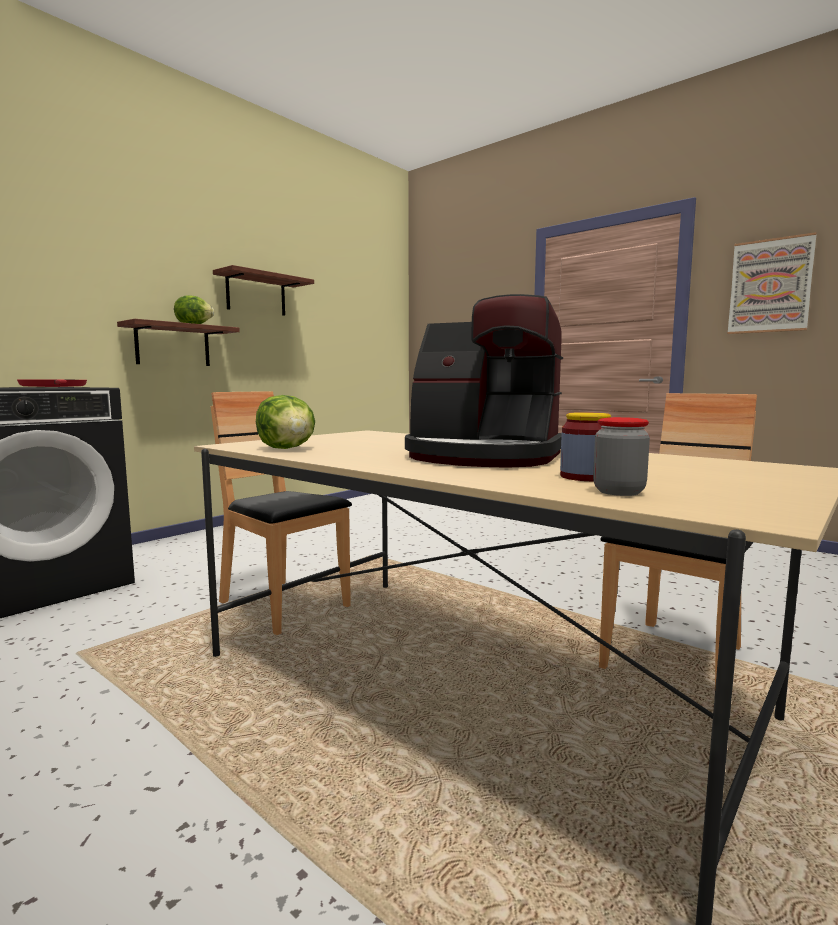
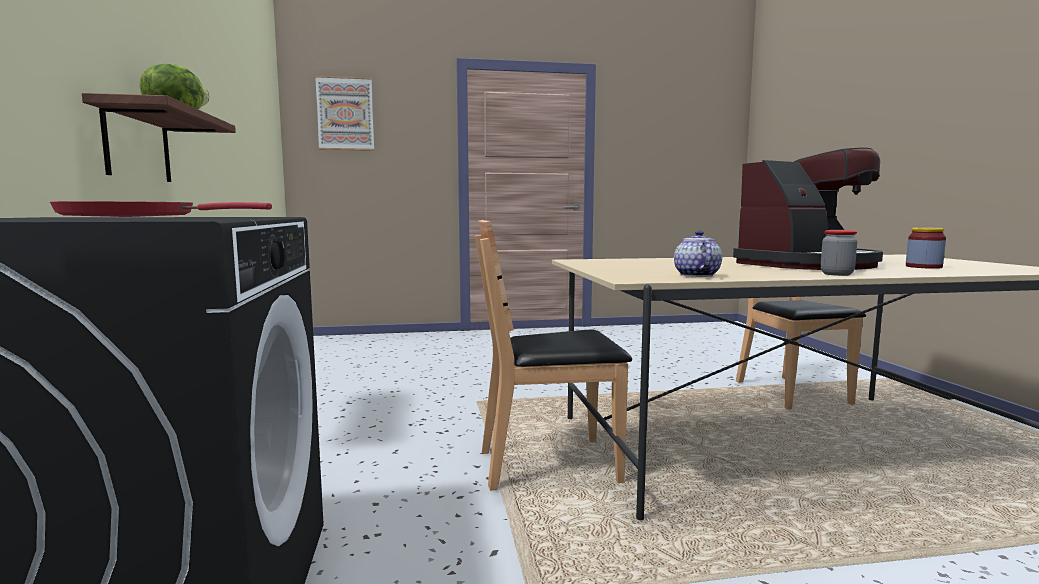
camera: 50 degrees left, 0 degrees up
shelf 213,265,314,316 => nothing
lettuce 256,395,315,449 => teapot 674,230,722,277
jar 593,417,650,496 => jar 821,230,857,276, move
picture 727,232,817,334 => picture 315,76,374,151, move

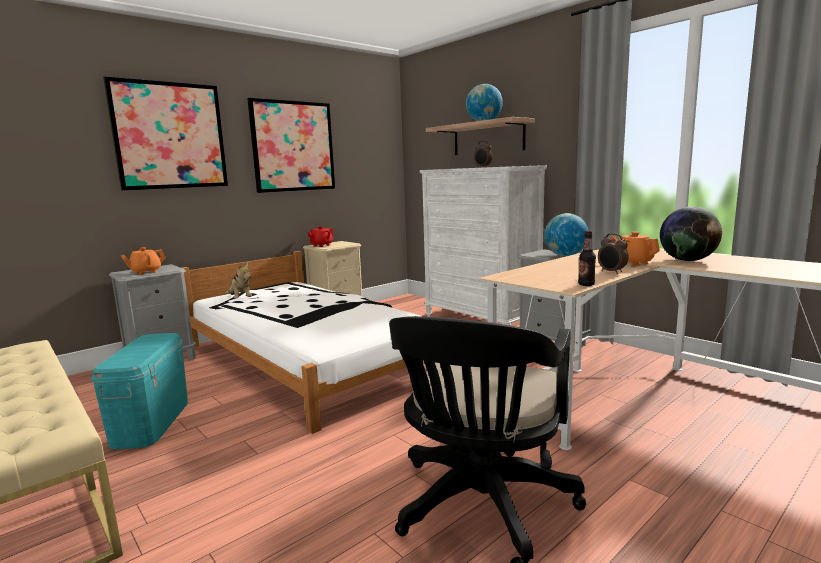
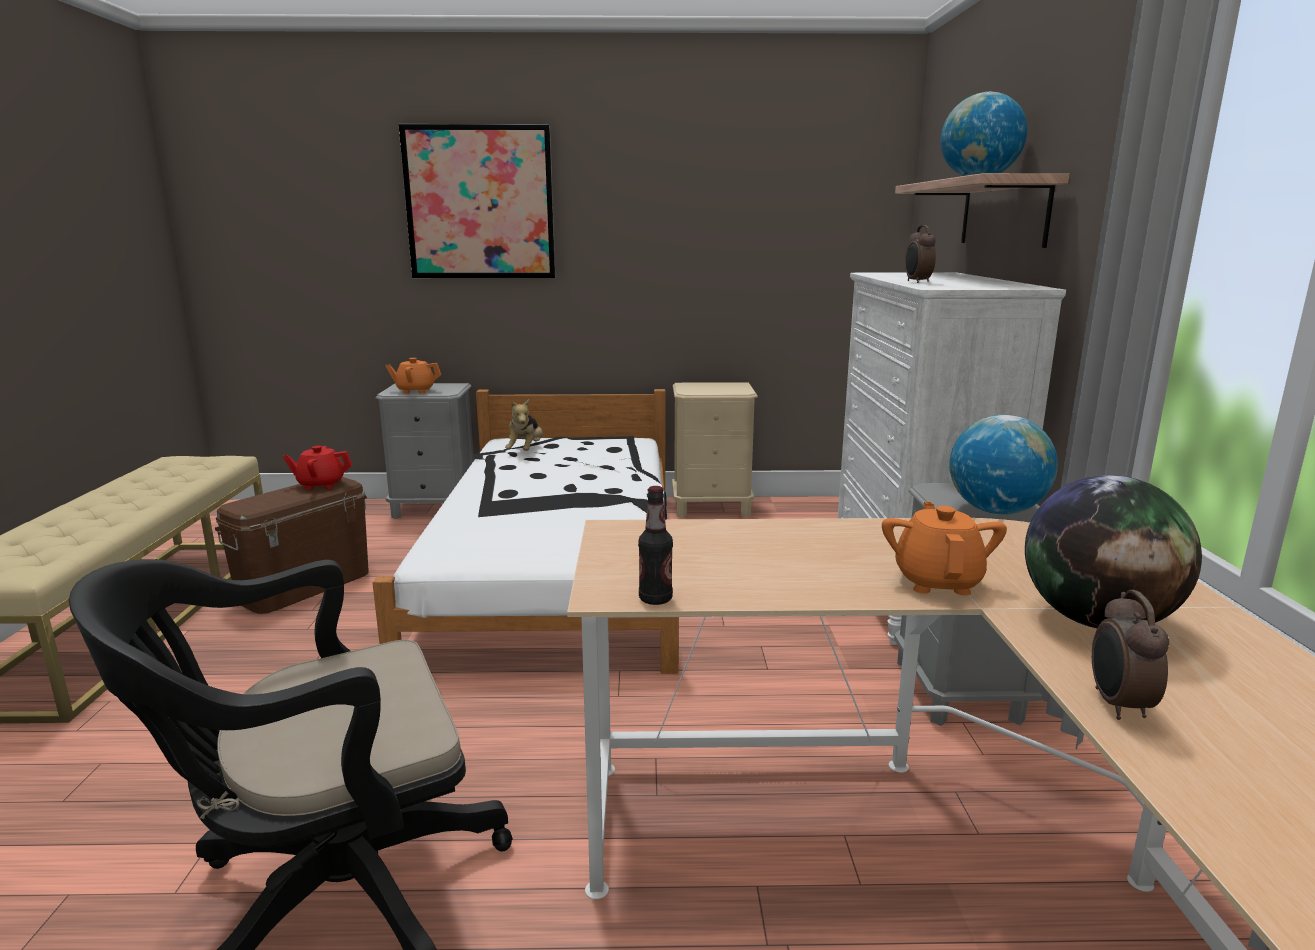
camera: 40 degrees right, 5 degrees up
turquoise storage box 91,333,188,449 => brown storage box 215,477,369,614
picture 247,98,335,193 => nothing
red teapot 308,226,334,247 => red teapot 282,446,353,490, move
alarm clock 598,233,629,274 => alarm clock 1092,590,1169,720, move

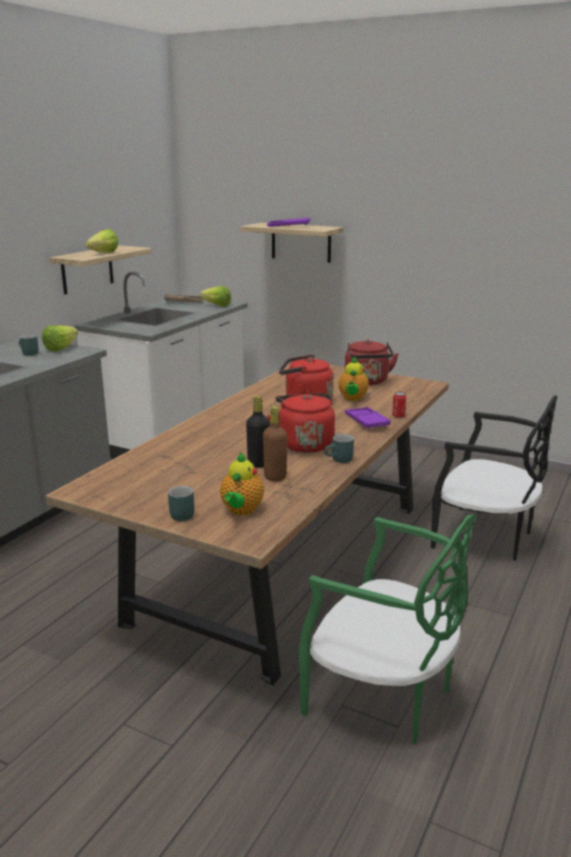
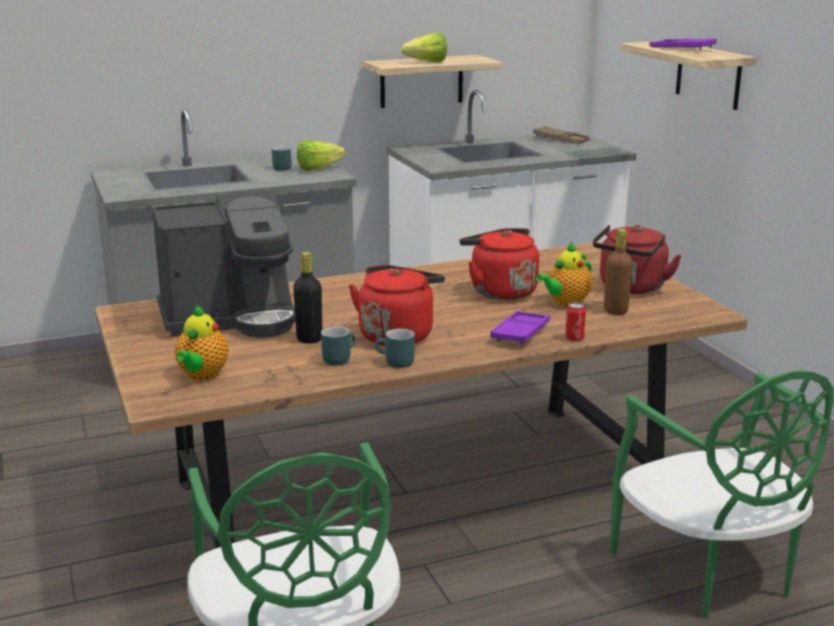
camera: 40 degrees right, 0 degrees up
turquoise mug 168,486,194,521 => turquoise mug 321,326,356,366, move
lettuce 200,286,231,307 => nothing
teapot 220,452,264,515 => teapot 175,305,229,381, 45 degrees counterclockwise
brown bottle 263,406,287,481 => brown bottle 604,229,633,315, move
black chair 431,396,557,561 => green chair 610,369,833,618
nothing => coffee machine 152,190,295,337

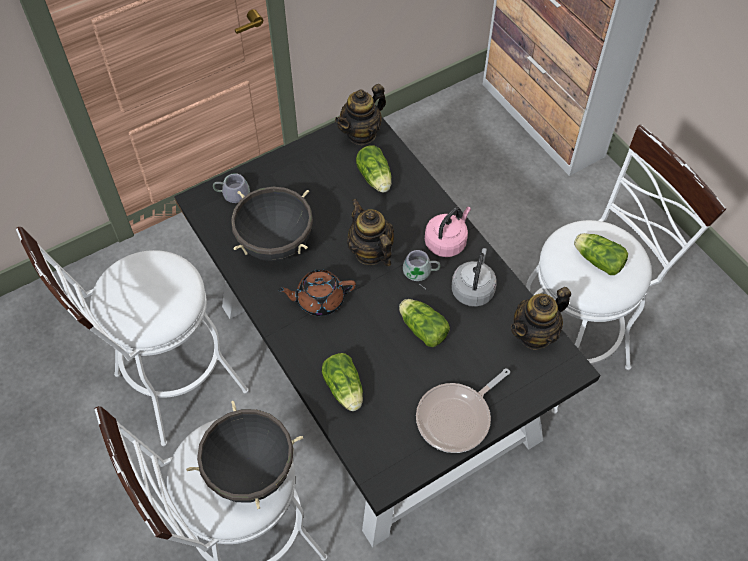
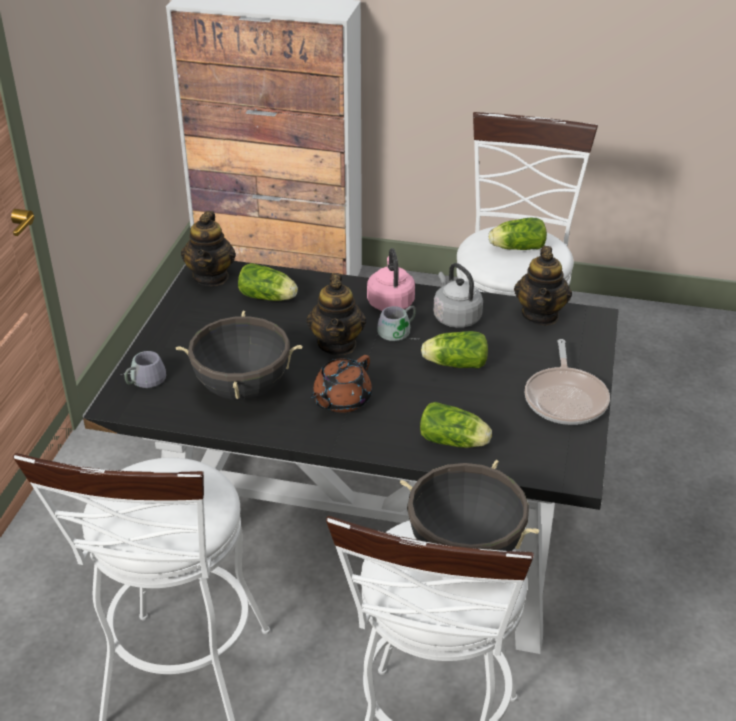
camera: 45 degrees left, 20 degrees down
teapot 347,199,394,266 => teapot 307,273,366,356, 105 degrees counterclockwise

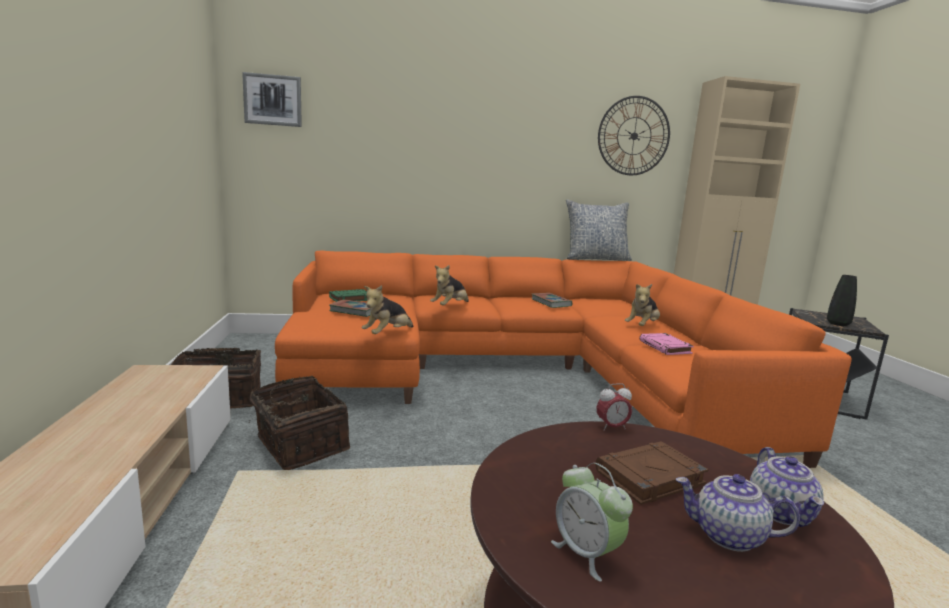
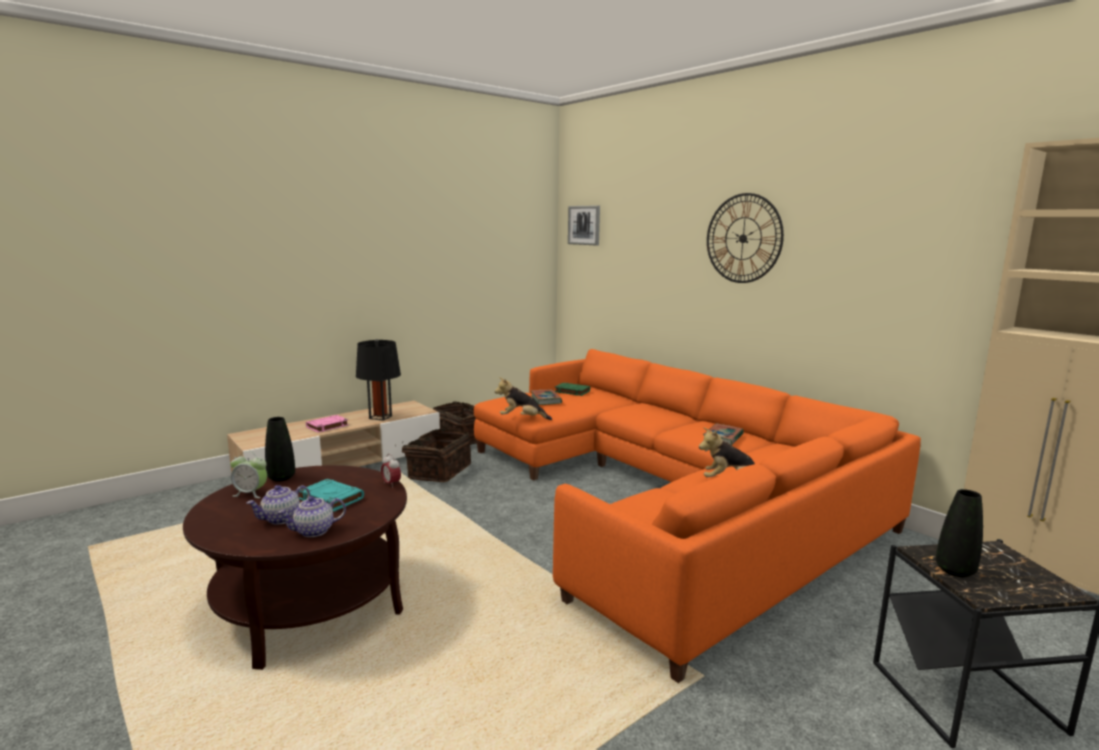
camera: 60 degrees right, 0 degrees up
plush toy 430,265,469,305 => nothing
alarm clock 551,463,633,582 => alarm clock 230,451,267,498, 105 degrees counterclockwise
pillow 566,199,632,261 => nothing
brown book 595,441,709,505 => turquoise book 299,479,364,512
wall clock 598,96,670,175 => wall clock 707,193,784,283, move
pink book 640,333,694,355 => pink book 306,415,349,433, move
teapot 676,474,800,552 => teapot 247,485,310,524, 120 degrees counterclockwise
nothing => black vase 265,417,295,482
nothing => black table lamp 356,339,401,421

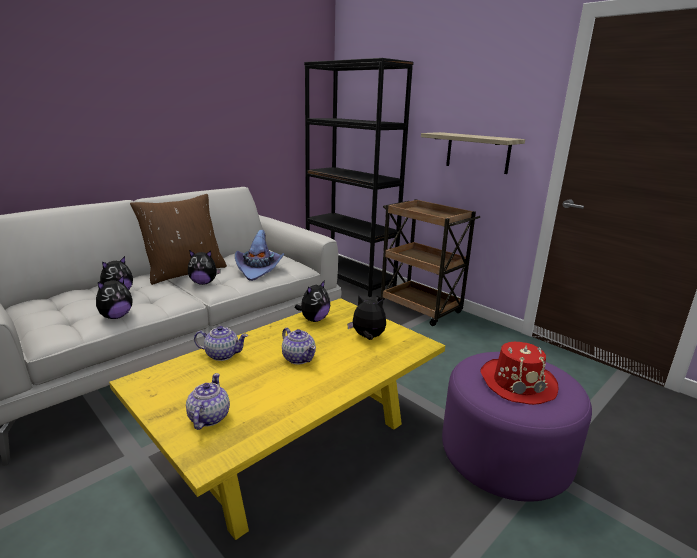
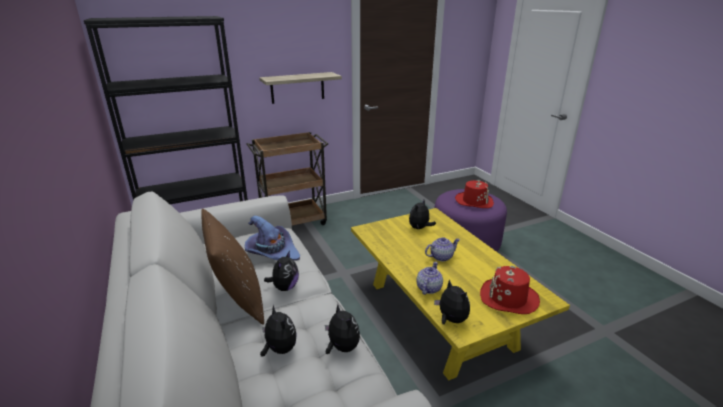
camera: 70 degrees left, 5 degrees up
teapot 186,373,230,430 => red hat 480,265,540,314
plush toy 295,280,330,322 => plush toy 434,279,470,324, move

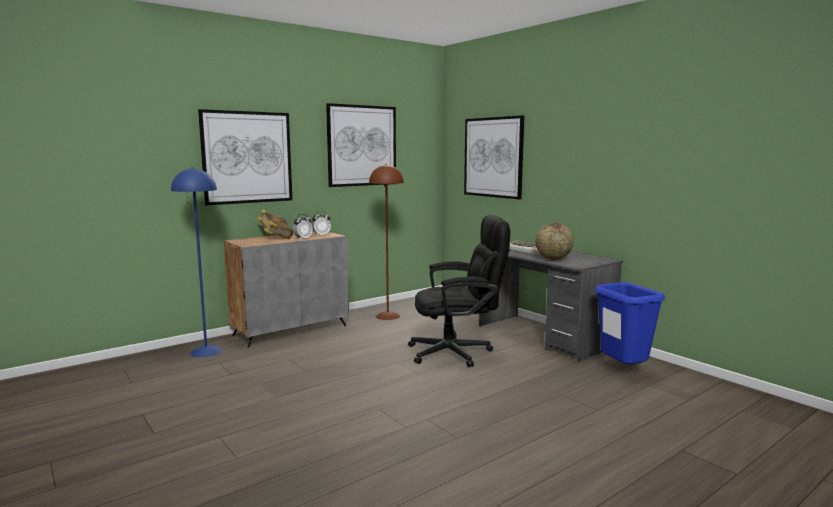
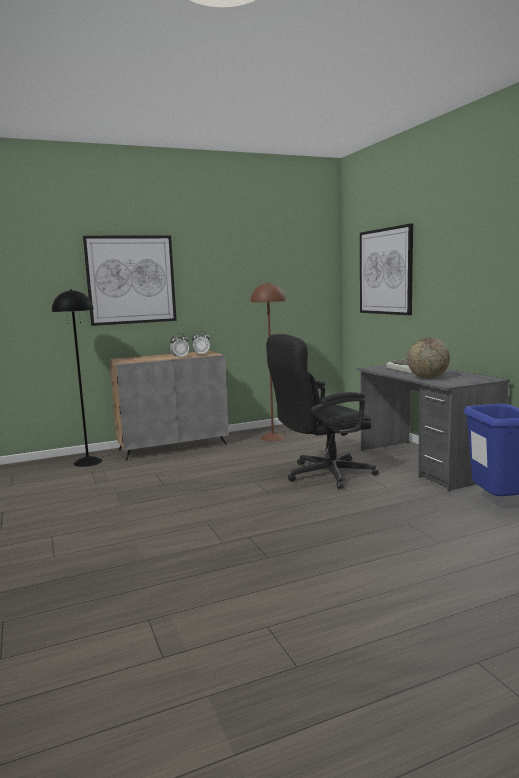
camera: 15 degrees right, 0 degrees up
blue floor lamp 171,167,222,357 => black floor lamp 52,289,102,467
book 257,209,293,239 => nothing
picture 326,103,396,187 => nothing
black office chair 408,215,510,367 => black office chair 266,334,379,489, 150 degrees clockwise

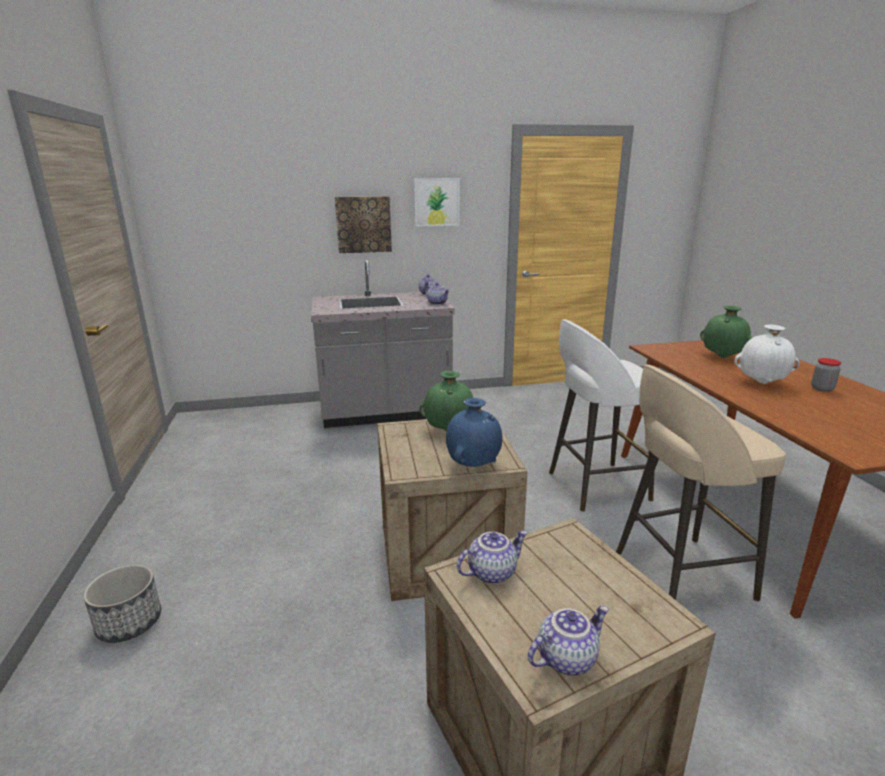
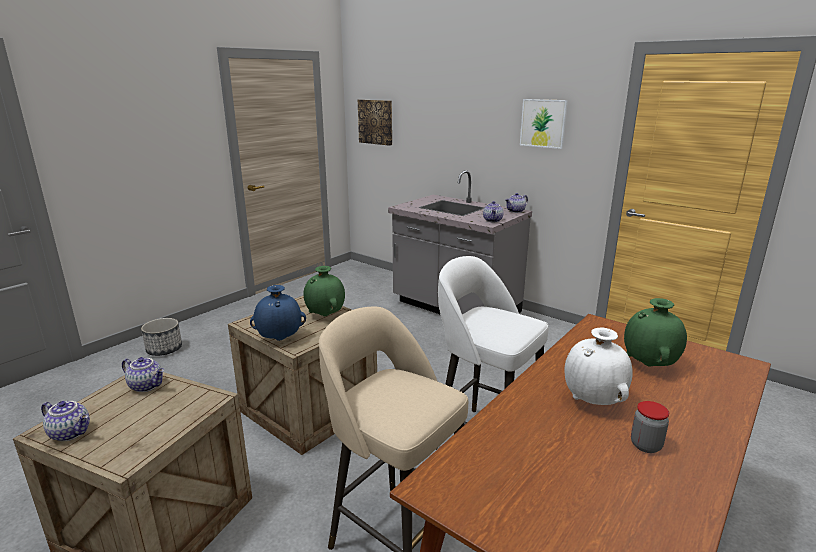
camera: 50 degrees right, 0 degrees up
picture 335,196,392,253 => picture 358,99,392,146, move

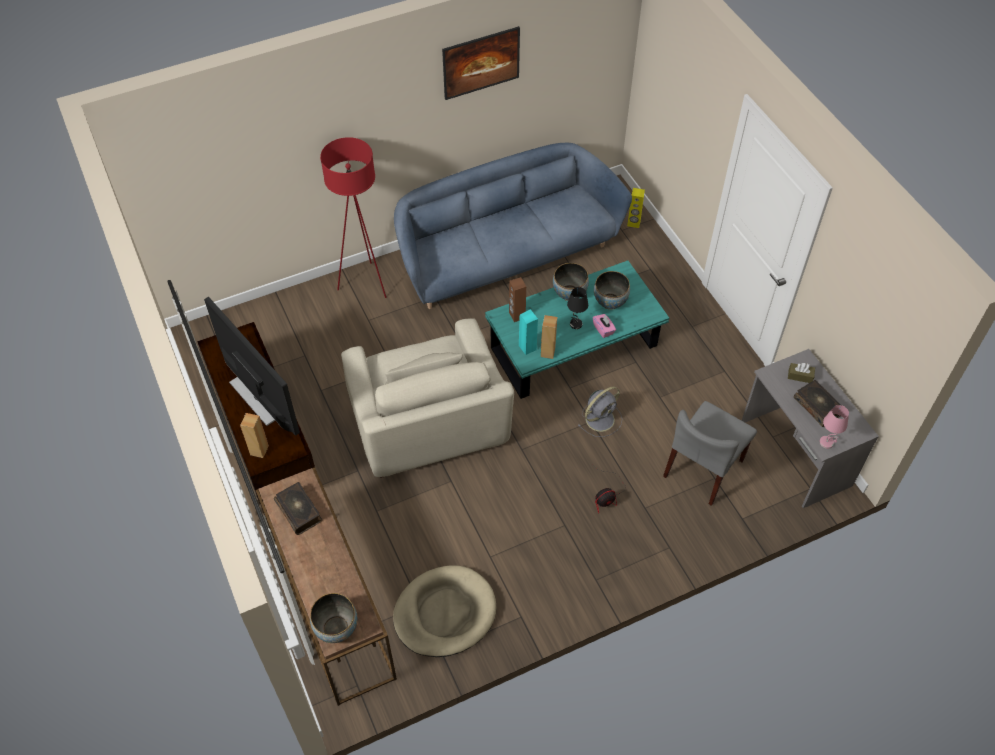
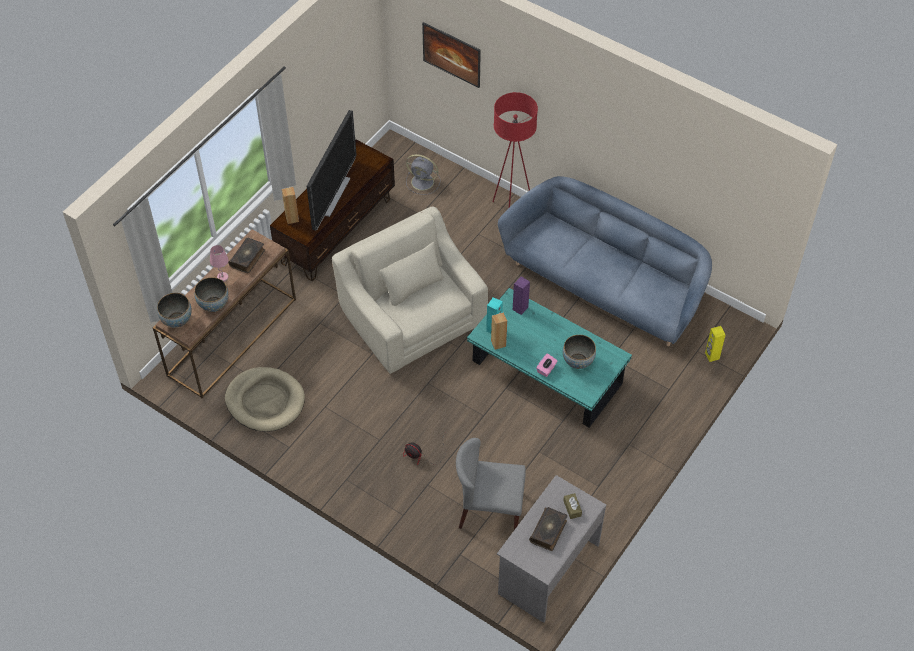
camera: 60 degrees right, 0 degrees up
beige armchair 341,318,514,478 => beige armchair 332,207,488,374, 105 degrees clockwise
picture 442,26,520,100 => picture 422,22,481,88, move
brown speaker 509,277,526,322 => purple speaker 513,276,530,315
bowl 553,263,589,301 => bowl 195,277,229,312, move
black table lamp 567,287,588,329 => nothing
grey fan 578,386,622,437 => grey fan 406,154,440,195, move
pink table lamp 820,405,849,449 => pink table lamp 210,245,229,282, move

